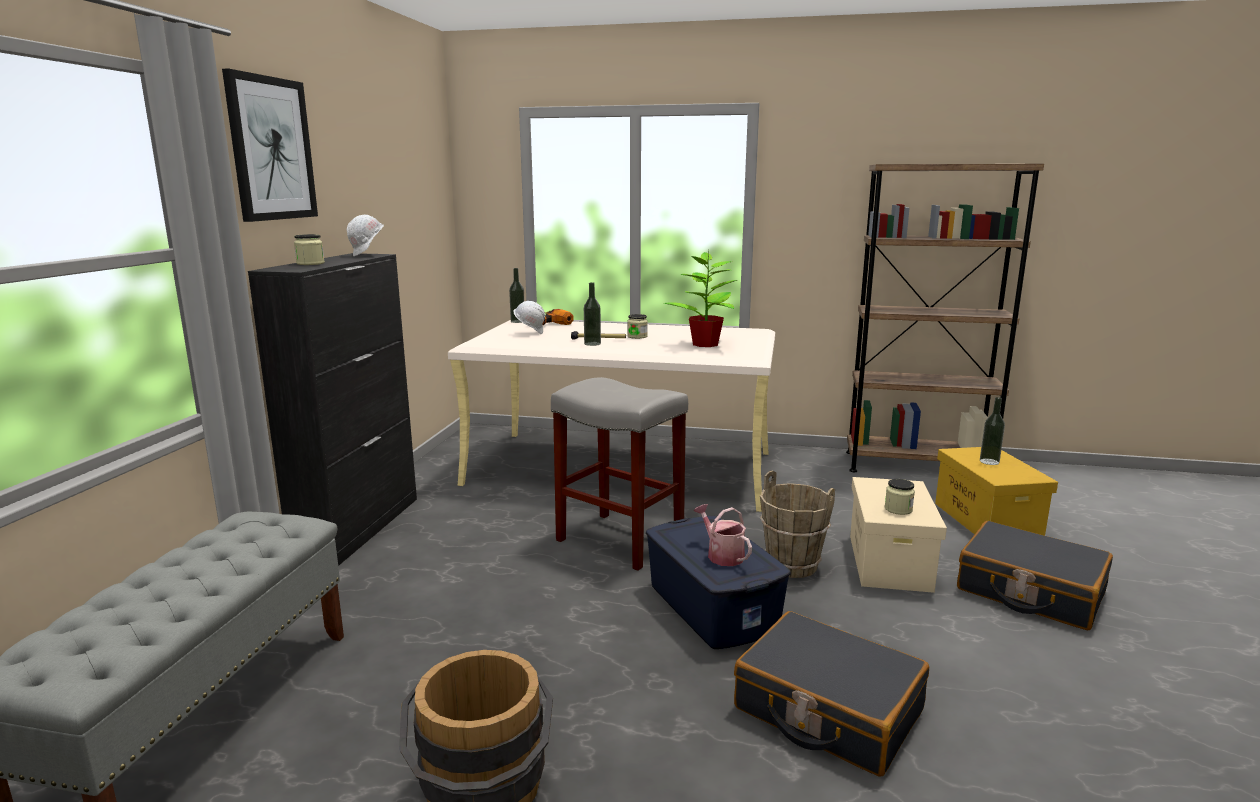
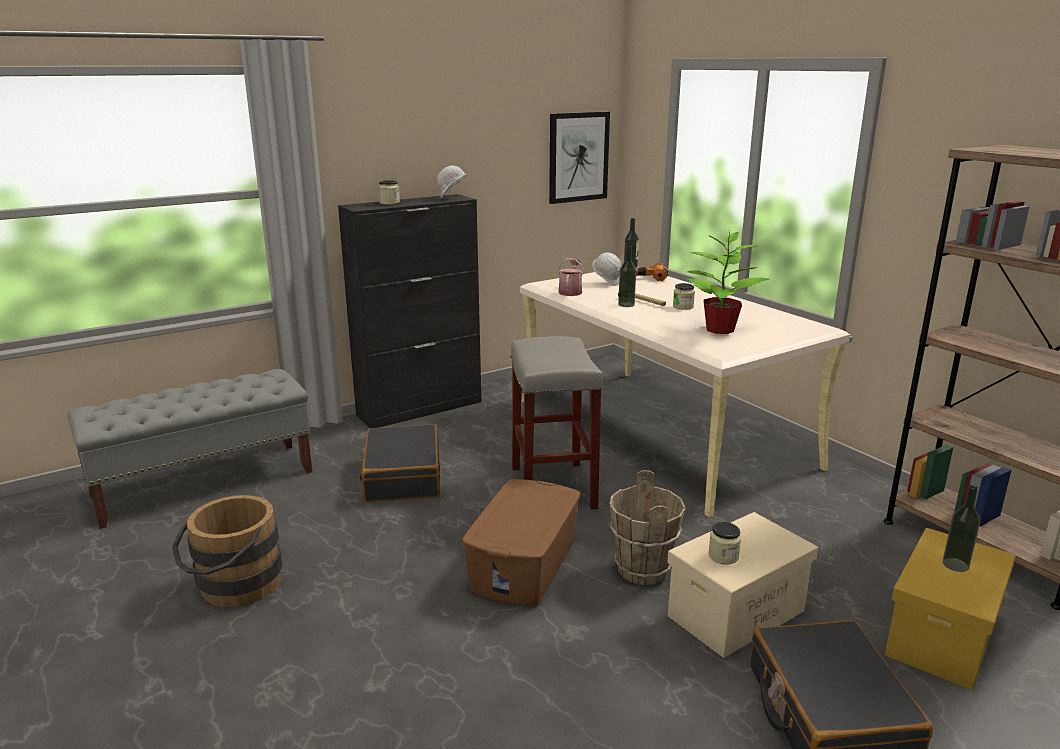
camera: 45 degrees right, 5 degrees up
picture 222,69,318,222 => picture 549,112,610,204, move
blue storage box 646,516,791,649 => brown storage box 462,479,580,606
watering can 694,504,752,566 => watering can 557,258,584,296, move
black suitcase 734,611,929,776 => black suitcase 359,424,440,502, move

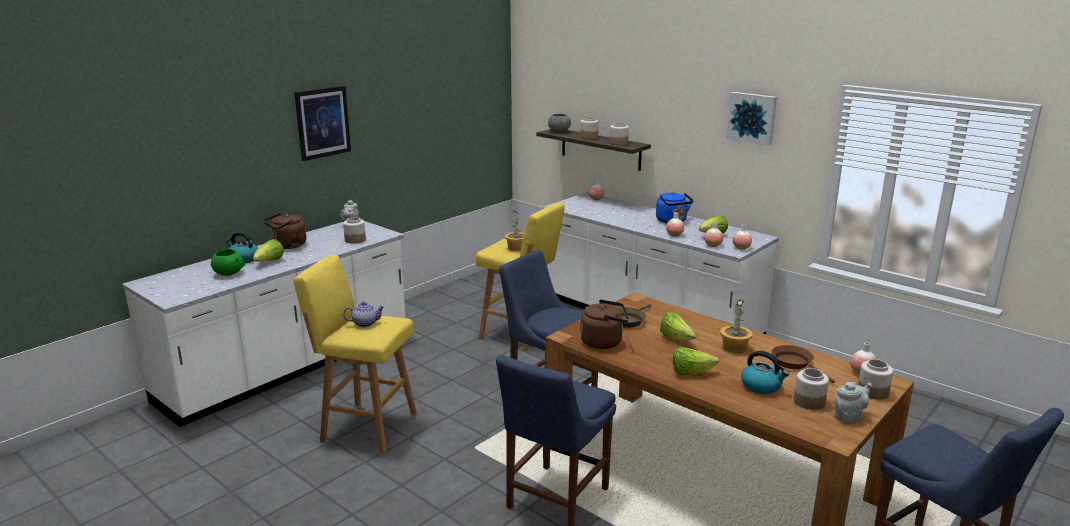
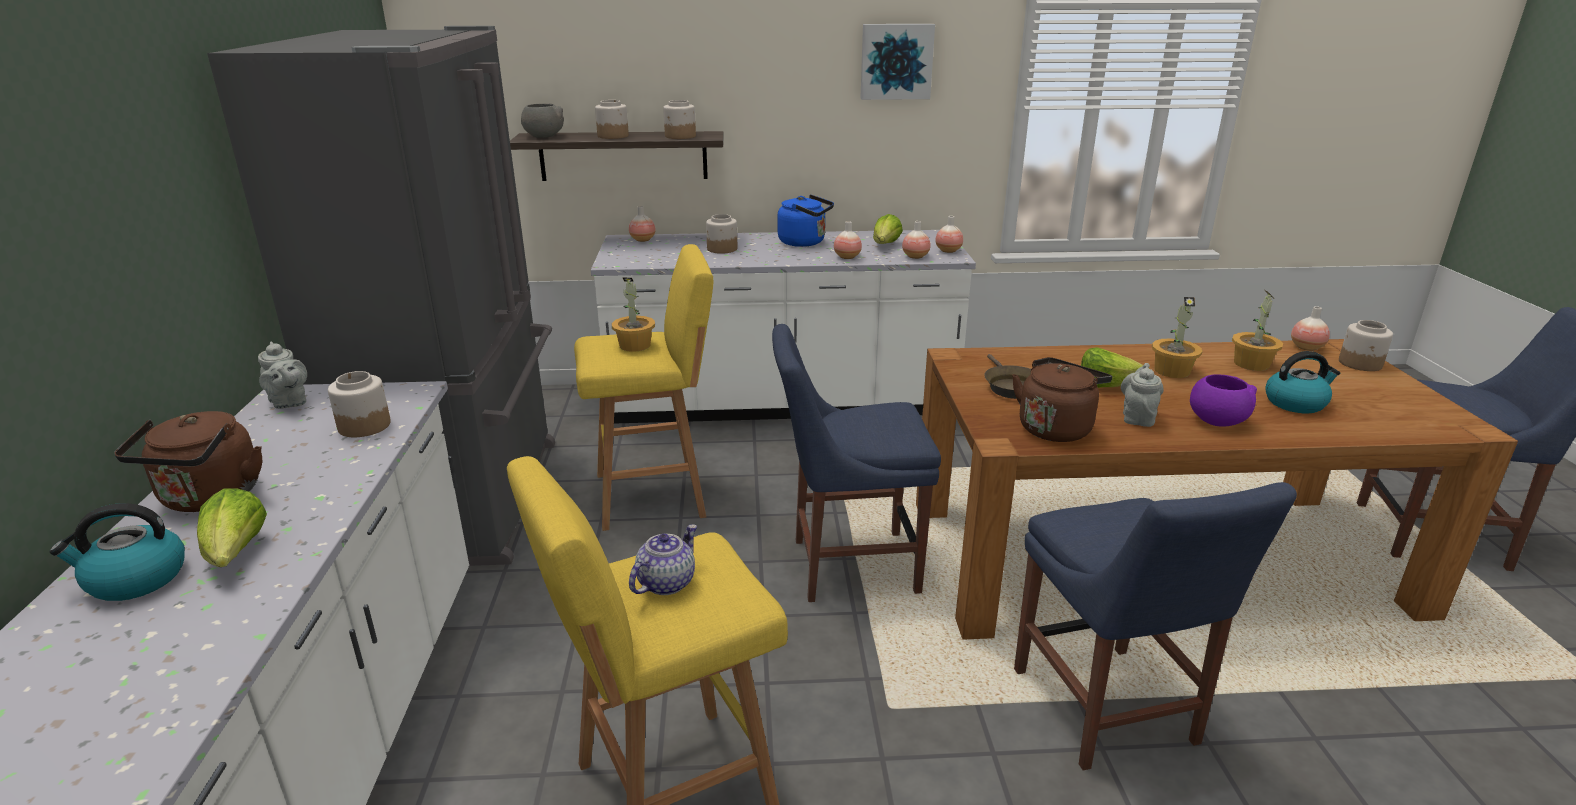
camera: 45 degrees left, 5 degrees up
green bowl 211,249,245,276 => nothing
picture 294,86,351,161 => nothing
lettuce 673,347,719,375 => purple bowl 1190,374,1257,427
brown frying pan 772,345,835,383 => potted plant 1232,290,1283,371
jar 794,368,829,410 => jar 706,214,737,254, move
grey teapot 834,382,872,424 => grey teapot 1121,363,1164,427, move
nothing => grey fridge 207,26,555,566

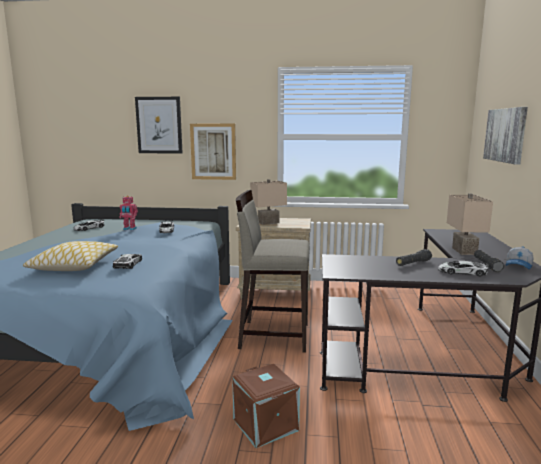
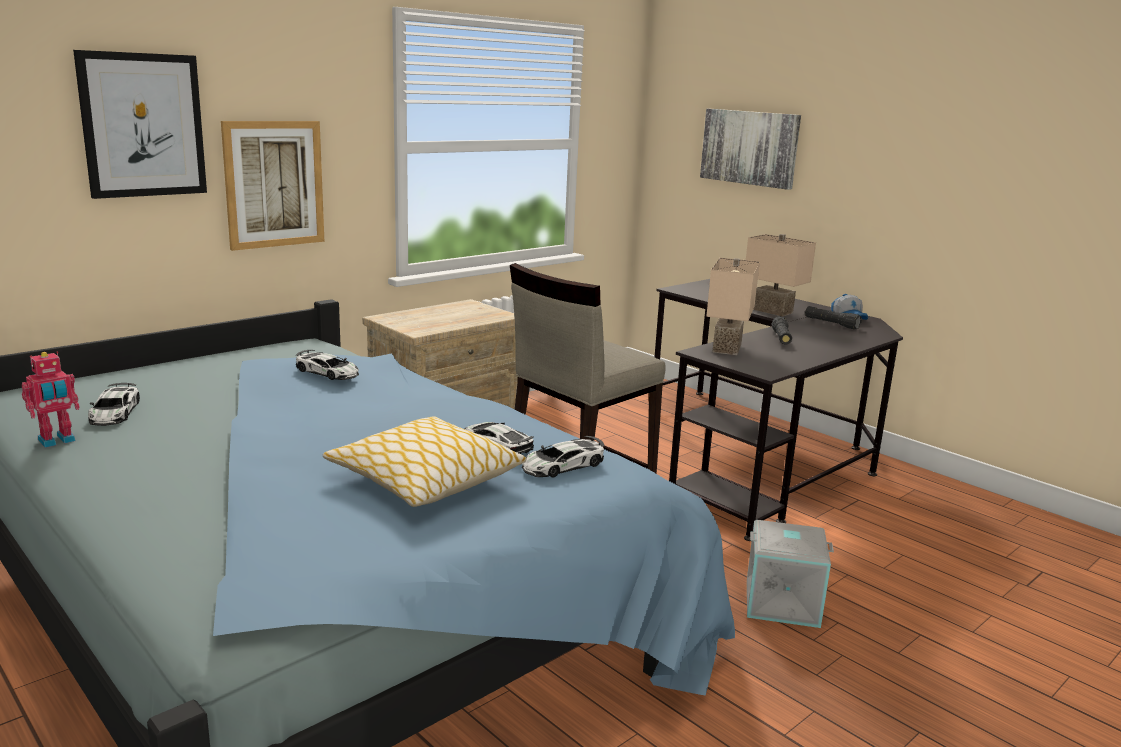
camera: 50 degrees left, 5 degrees up
toy robot 119,196,138,230 => toy robot 22,351,80,448, move
brown storage box 232,364,300,448 => grey storage box 747,520,834,628
beige table lamp 250,179,287,225 => beige table lamp 706,258,760,355, move
toy car 438,261,489,277 => toy car 522,436,604,478, move

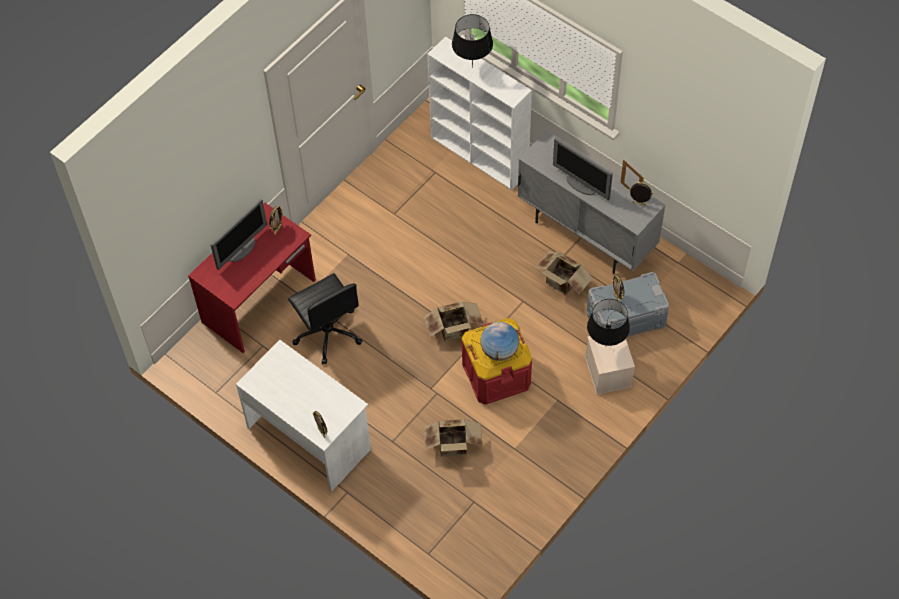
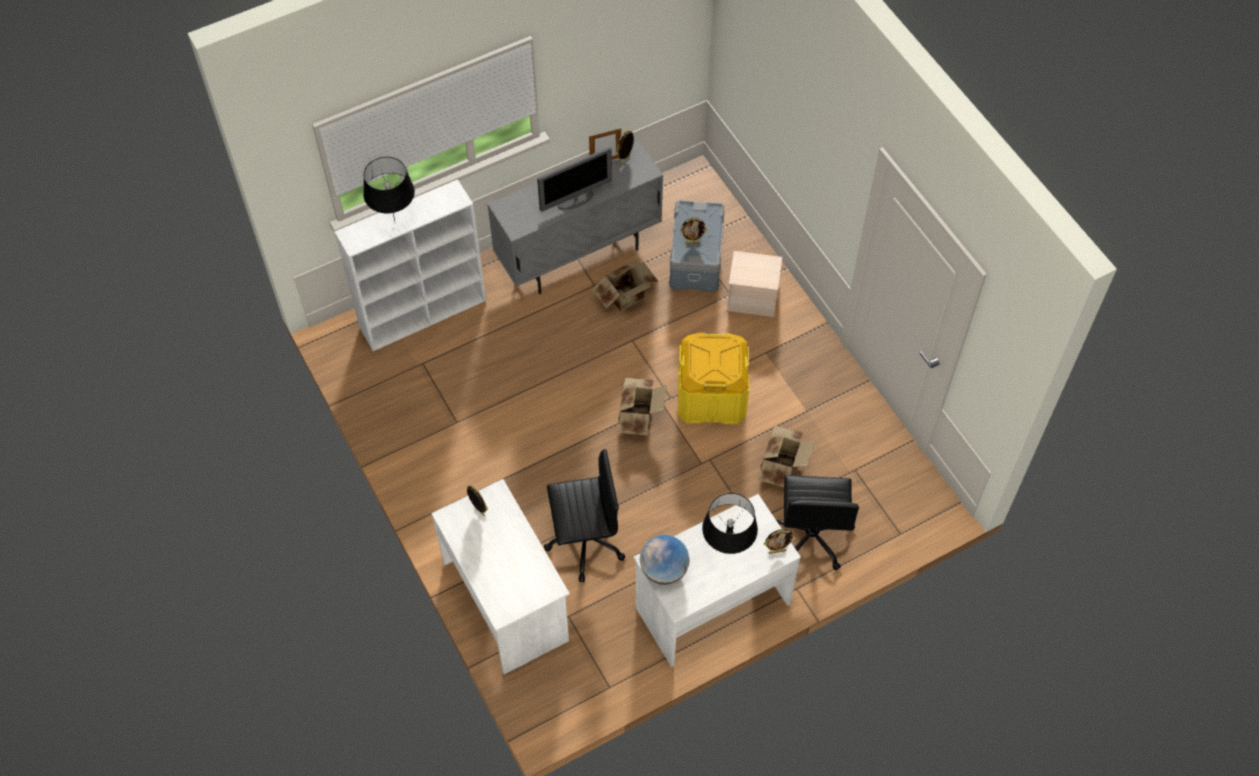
camera: 70 degrees left, 0 degrees up
red desk 188,203,316,353 => white desk 431,479,570,674
monitor 211,199,267,270 => nothing
red storage box 461,318,532,405 => yellow storage box 678,333,749,424
globe 480,322,519,361 => globe 640,535,690,585, move
black table lamp 587,299,630,346 => black table lamp 702,493,758,554, move
nothing => black office chair 776,475,859,570

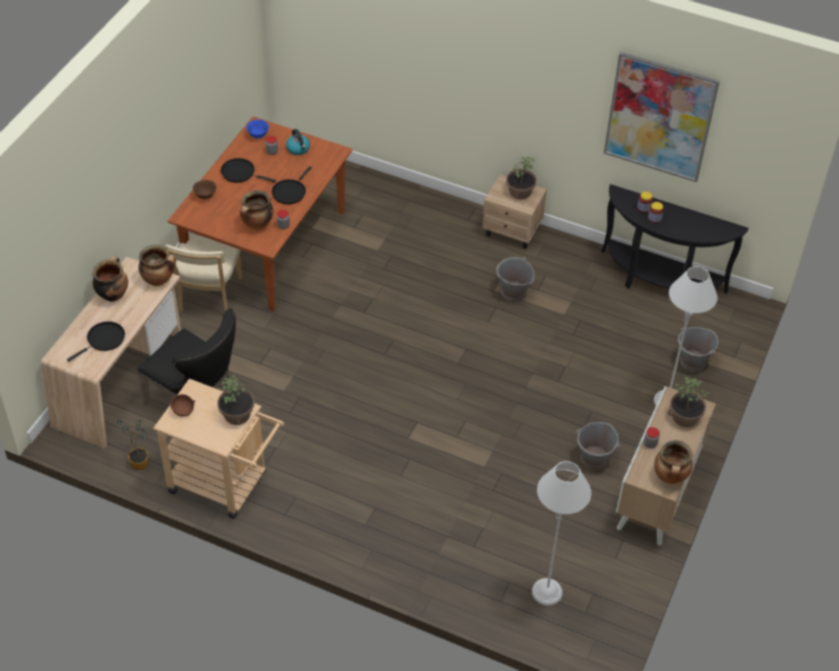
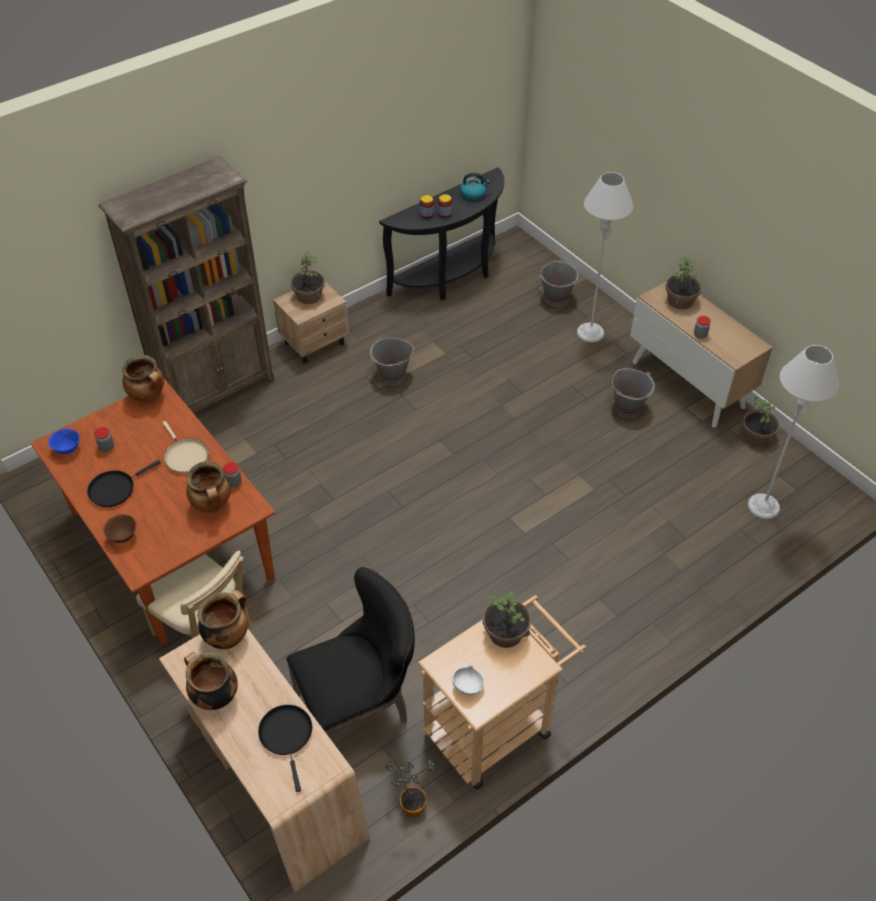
camera: 60 degrees left, 0 degrees up
brown bowl 170,394,195,417 => white bowl 453,664,485,696
black frying pan 272,166,312,204 => beige frying pan 163,421,209,473
kettle 286,129,310,155 => kettle 460,173,490,200, move
picture 604,52,720,182 => nothing
cooking pot 654,440,693,484 => cooking pot 122,355,164,404, move
nothing => brown bookcase 98,156,274,413
nothing => potted plant 743,397,780,446

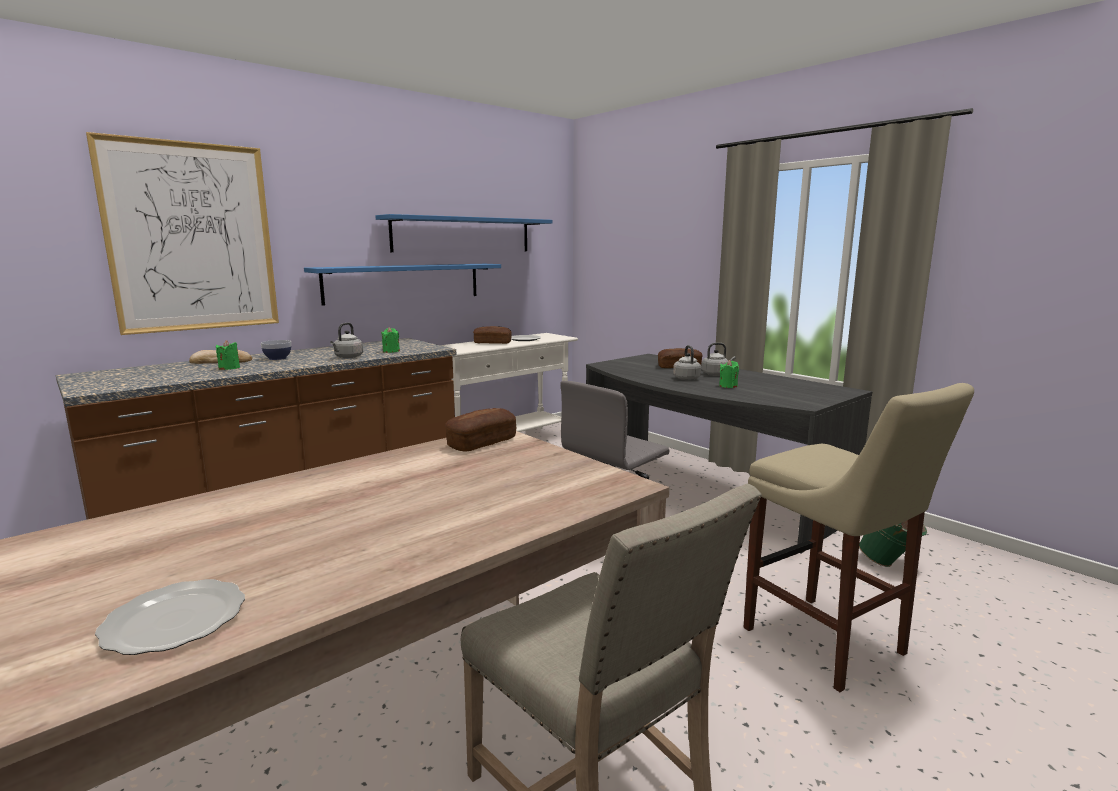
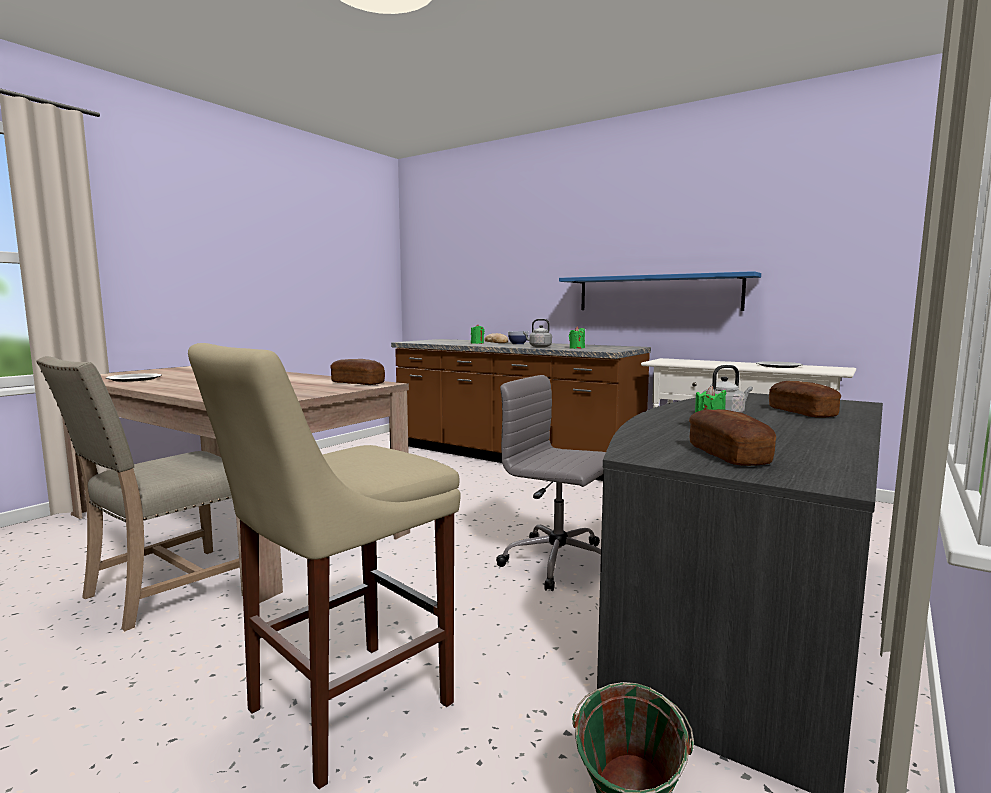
camera: 75 degrees right, 5 degrees down
picture 86,132,279,335 => nothing
blue shelf 375,214,552,252 => nothing
bread 473,326,512,344 => bread 689,409,776,466, move
grey kettle 702,343,736,376 => nothing

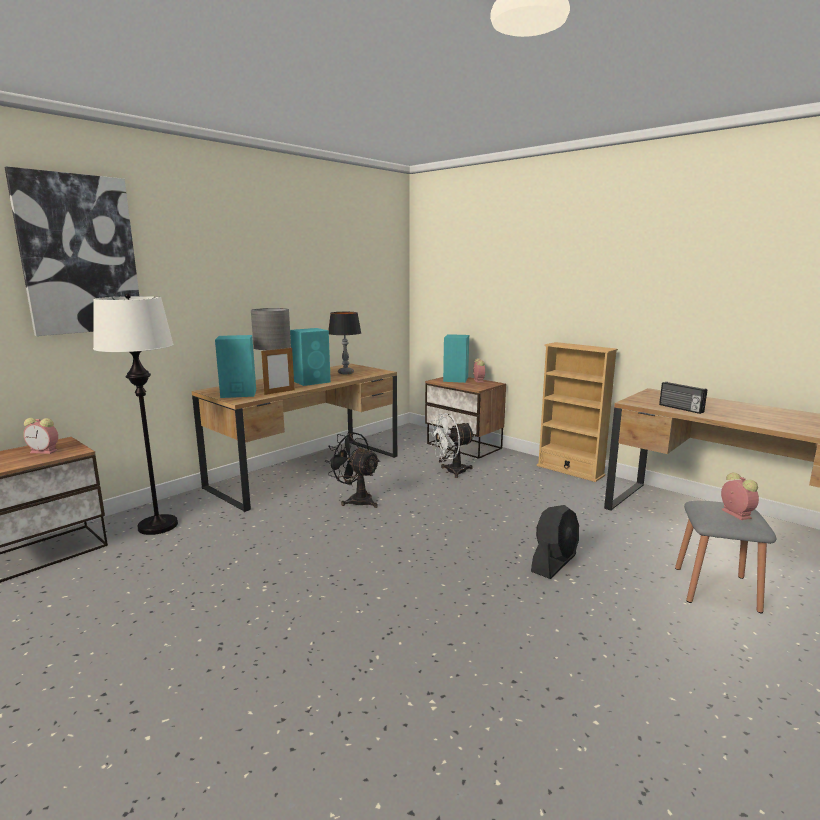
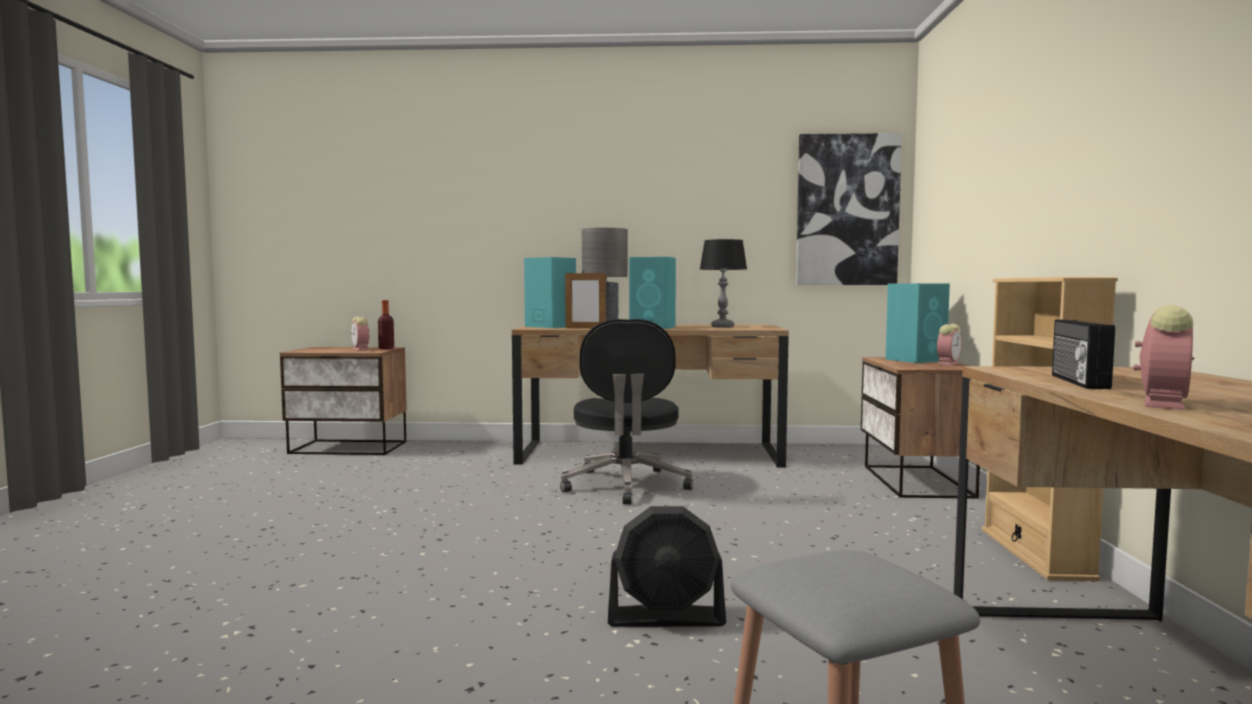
camera: 50 degrees right, 10 degrees down
picture 4,166,139,336 => picture 796,133,902,285, move
white floor lamp 93,293,178,535 => nothing
black fan 325,431,380,508 => black office chair 560,319,693,505
white fan 429,413,475,478 => nothing
alarm clock 721,472,759,520 => alarm clock 1133,305,1194,410, move
nothing => bottle 378,300,394,349

